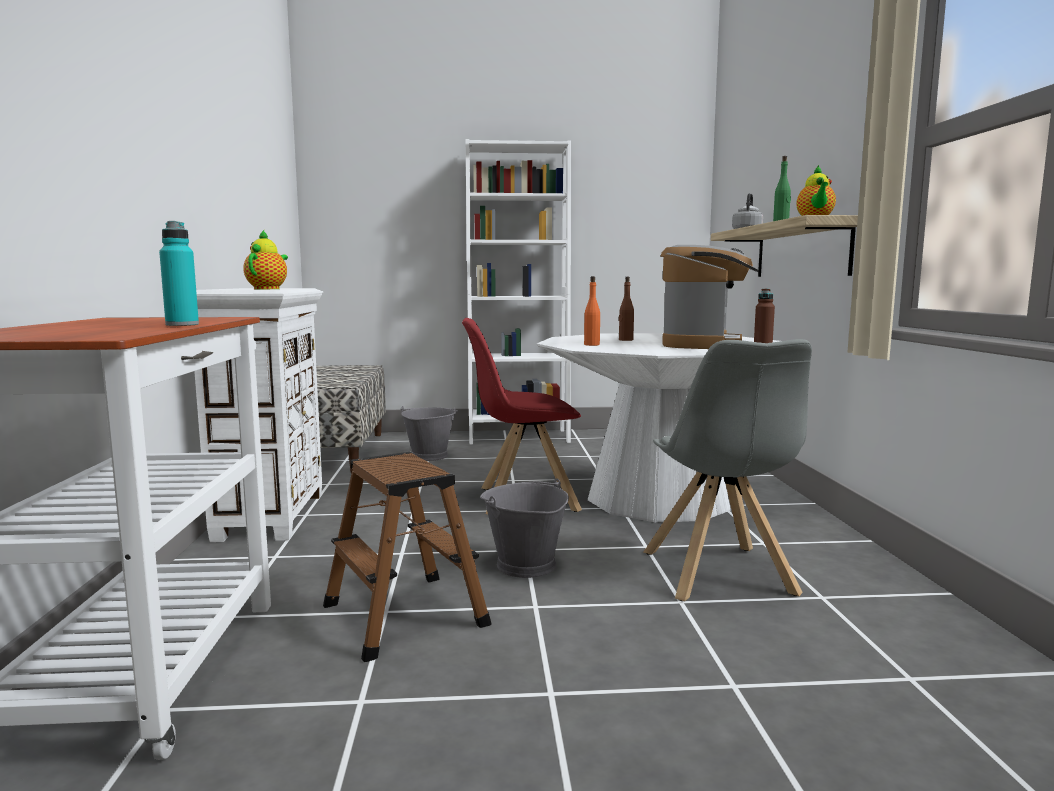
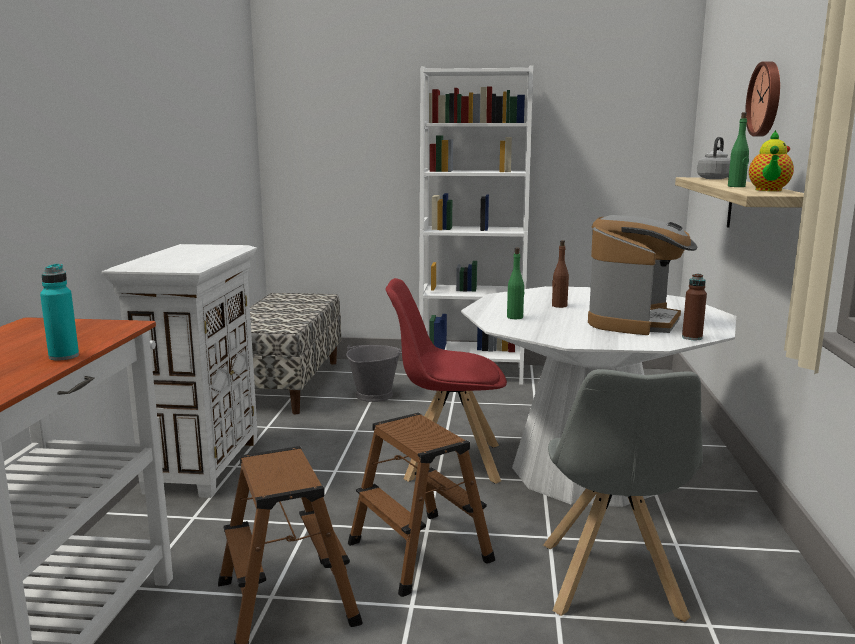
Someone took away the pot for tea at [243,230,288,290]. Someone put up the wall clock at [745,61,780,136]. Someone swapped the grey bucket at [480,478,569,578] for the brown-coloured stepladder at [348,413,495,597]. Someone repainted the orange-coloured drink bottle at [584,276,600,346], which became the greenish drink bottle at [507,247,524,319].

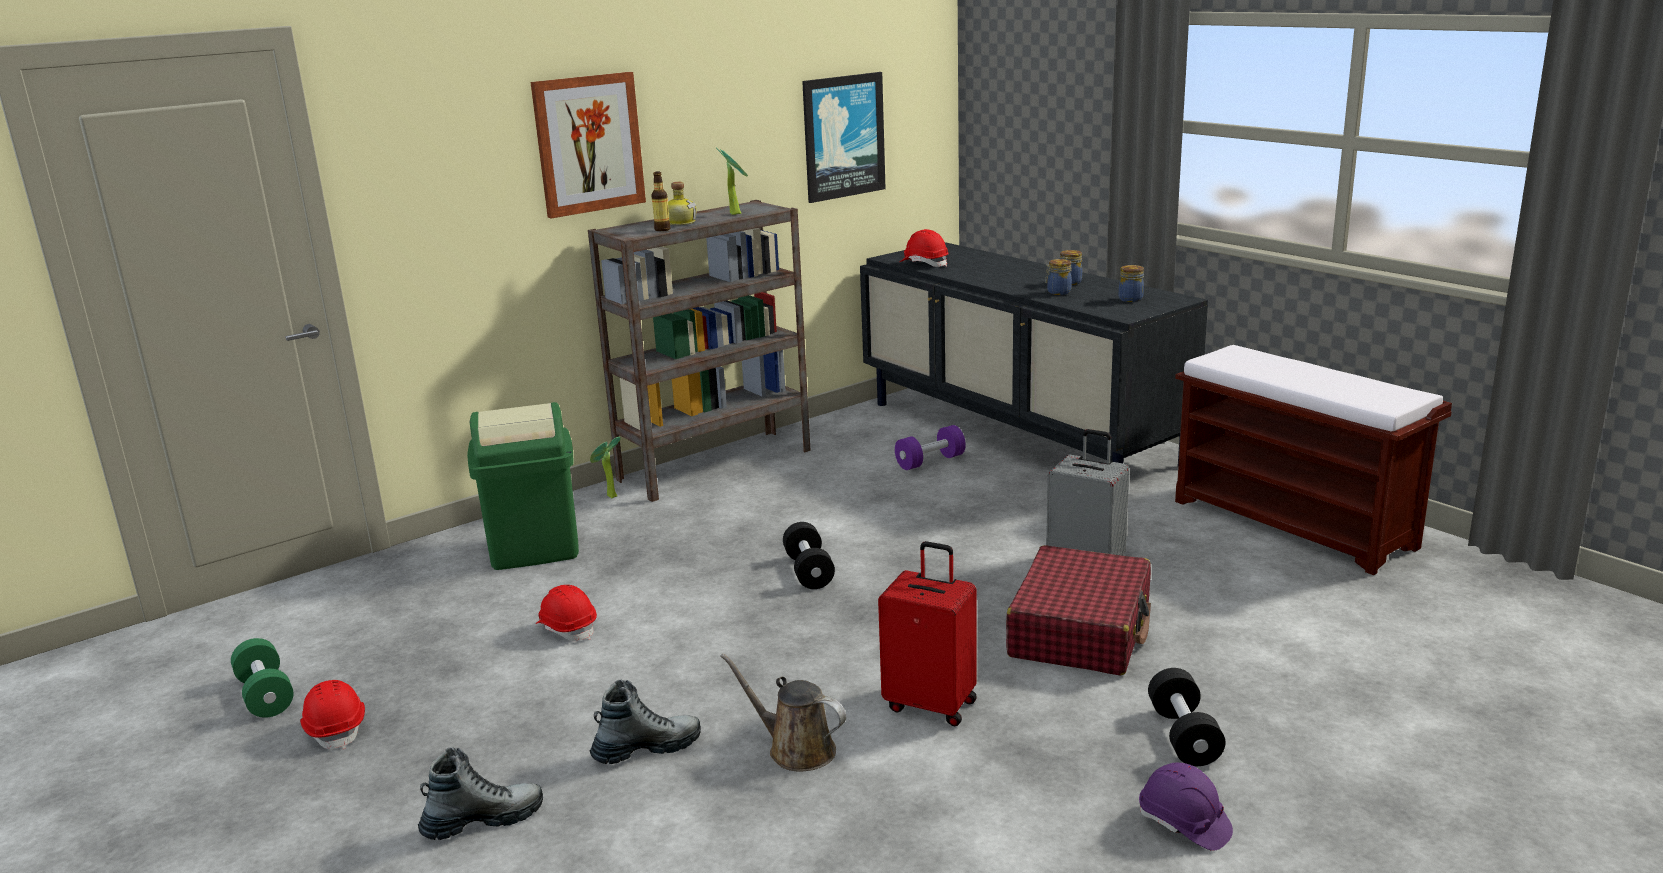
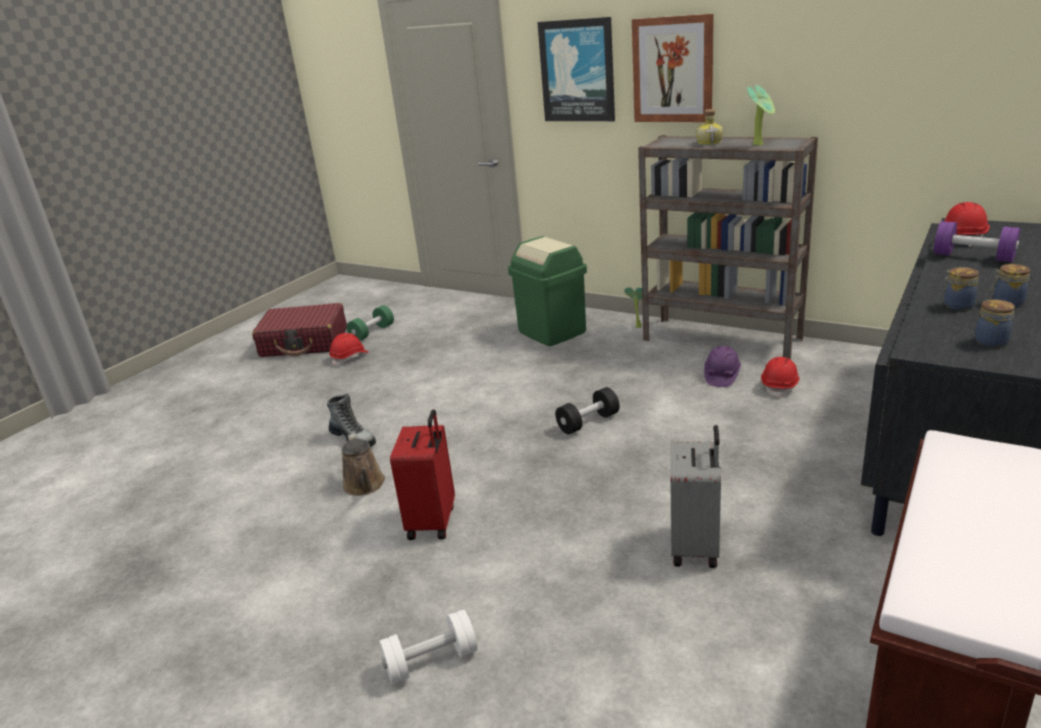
Someone took away the boot at [418,747,543,840]. Someone took away the drink bottle at [651,171,671,231]. Someone carried the red safety helmet from [536,585,597,641] to [761,357,800,398]. Someone carried the wall picture from [802,72,886,203] to [537,17,615,121]. Someone carried the purple-coloured dumbbell from [895,425,966,470] to [934,221,1020,262]. Someone carried the red suitcase from [1006,545,1151,676] to [252,303,347,357]. Someone carried the purple-coloured safety helmet from [1139,763,1233,851] to [704,346,741,387]. Someone repainted the blackish dumbbell at [1148,668,1226,766], which became the white-coloured dumbbell at [379,609,478,684]. Someone rotated the brown-coloured watering pot at [720,653,846,771] by 150 degrees clockwise.

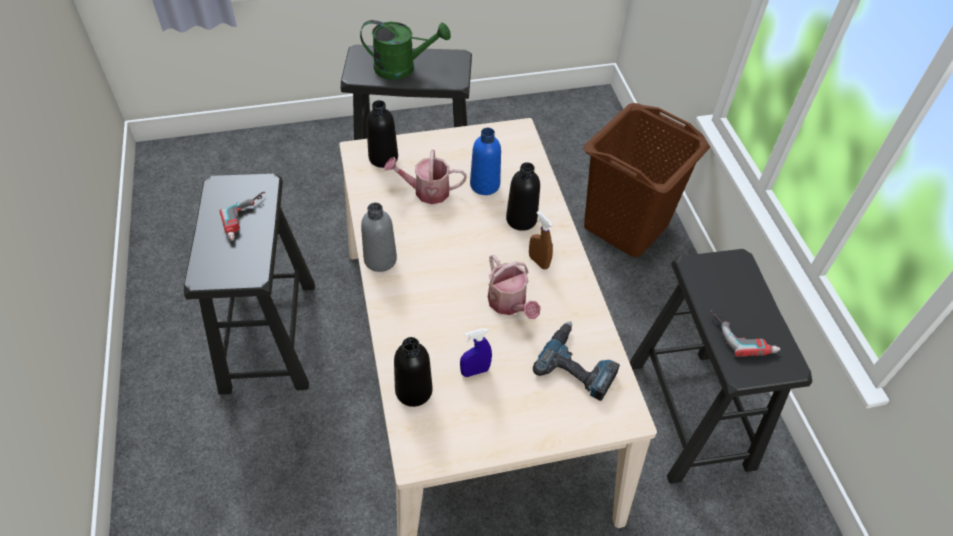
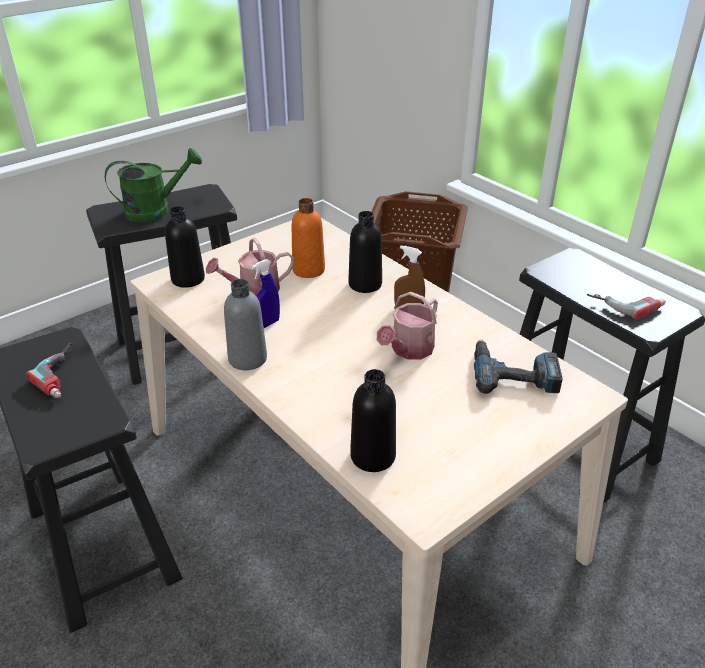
Someone carried the blue-coloured spray bottle from [460,328,492,377] to [252,259,280,328]. Someone repainted the blue-coloured drink bottle at [470,128,501,195], which became the orange-coloured drink bottle at [292,198,325,278]. Someone rotated the watering pot at [488,255,541,319] by 90 degrees clockwise.

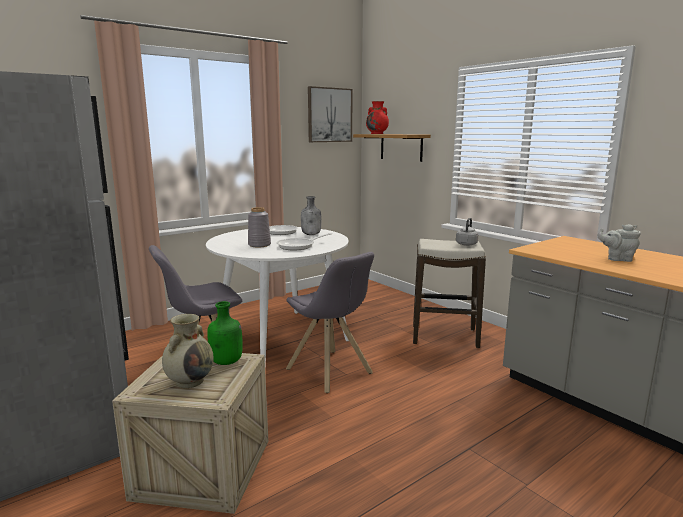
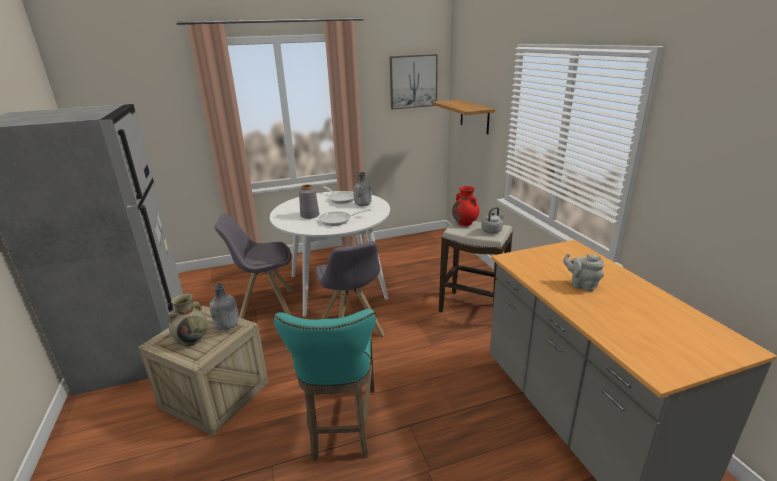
Someone put down the turquoise-coloured stool seat at [273,309,376,461]. Someone carried the red decorative vase from [366,101,389,134] to [452,186,479,226]. Someone repainted the greenish drink bottle at [207,301,243,365], which became the grey drink bottle at [210,284,239,330].

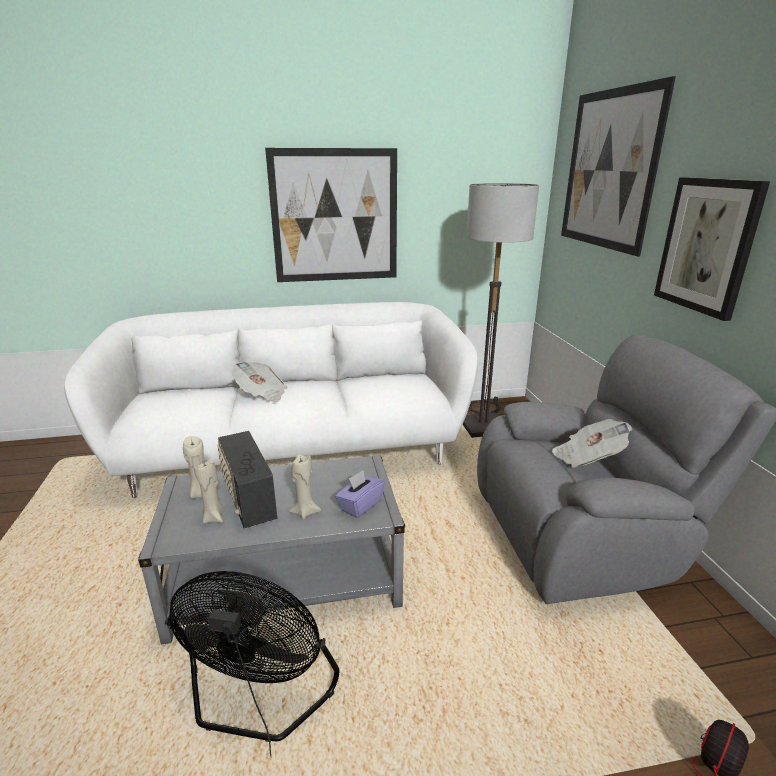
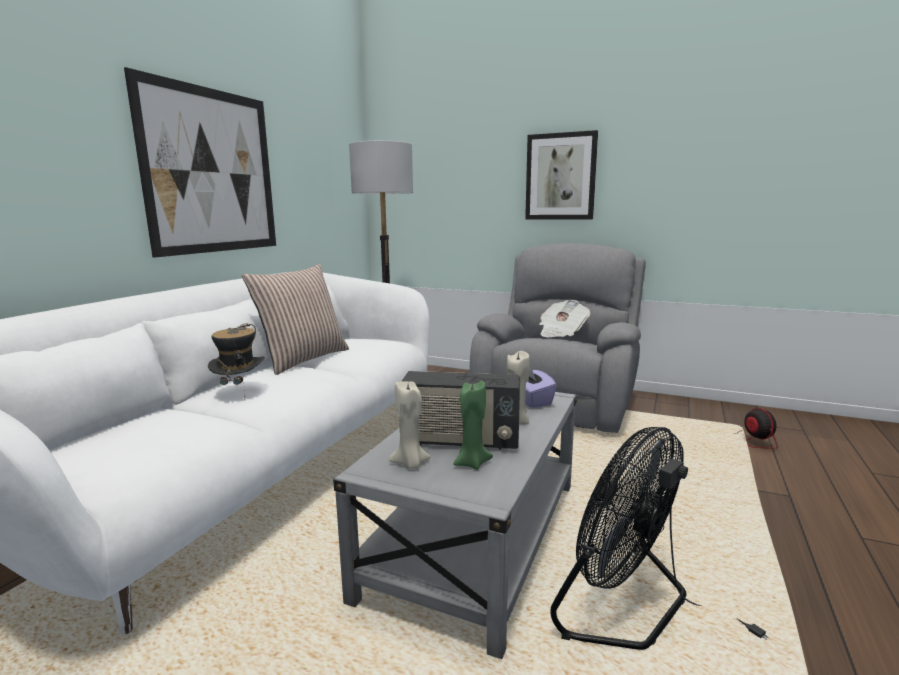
Someone took away the wall picture at [561,76,676,257]. Someone put down the cushion at [242,264,349,375]. Someone swapped the daily paper at [232,361,287,402] for the clothing hat at [208,324,265,399]. Someone repainted the beige wax light at [194,459,225,524], which became the greenish wax light at [453,381,493,470].

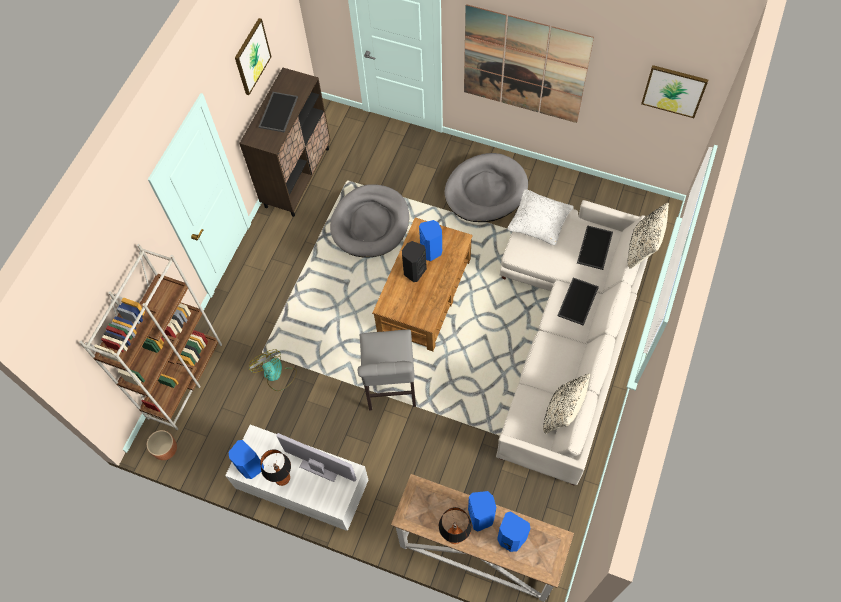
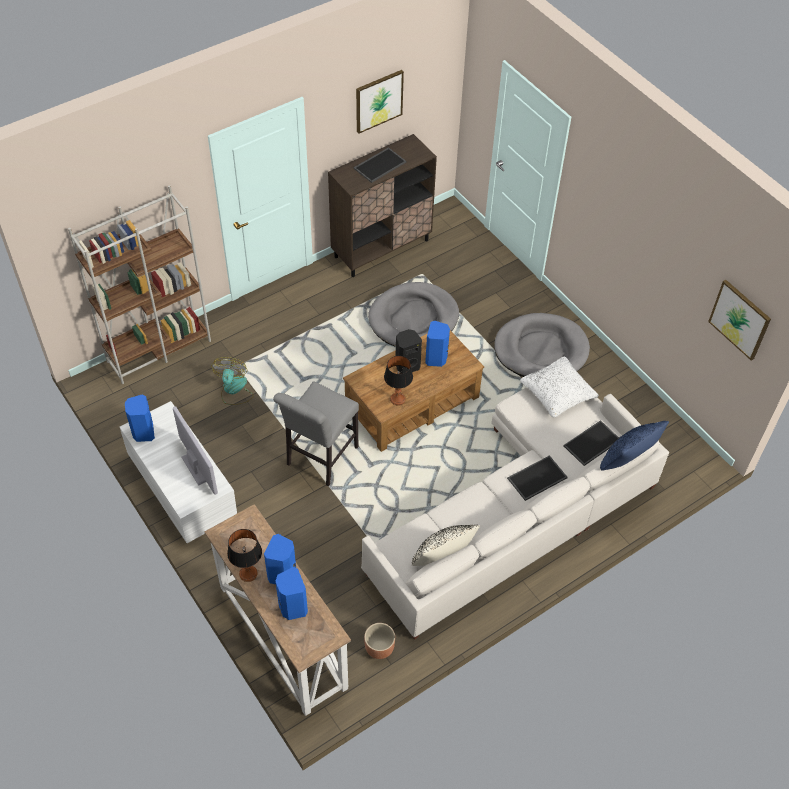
Someone took away the wall picture at [464,4,594,123]. Someone carried the brown-coloured planter from [147,430,177,460] to [364,623,395,659]. Someone carried the tabletop lamp from [260,449,291,486] to [384,356,413,405]. Someone repainted the beige cushion at [627,203,669,269], which became the blue-coloured cushion at [600,421,669,471].

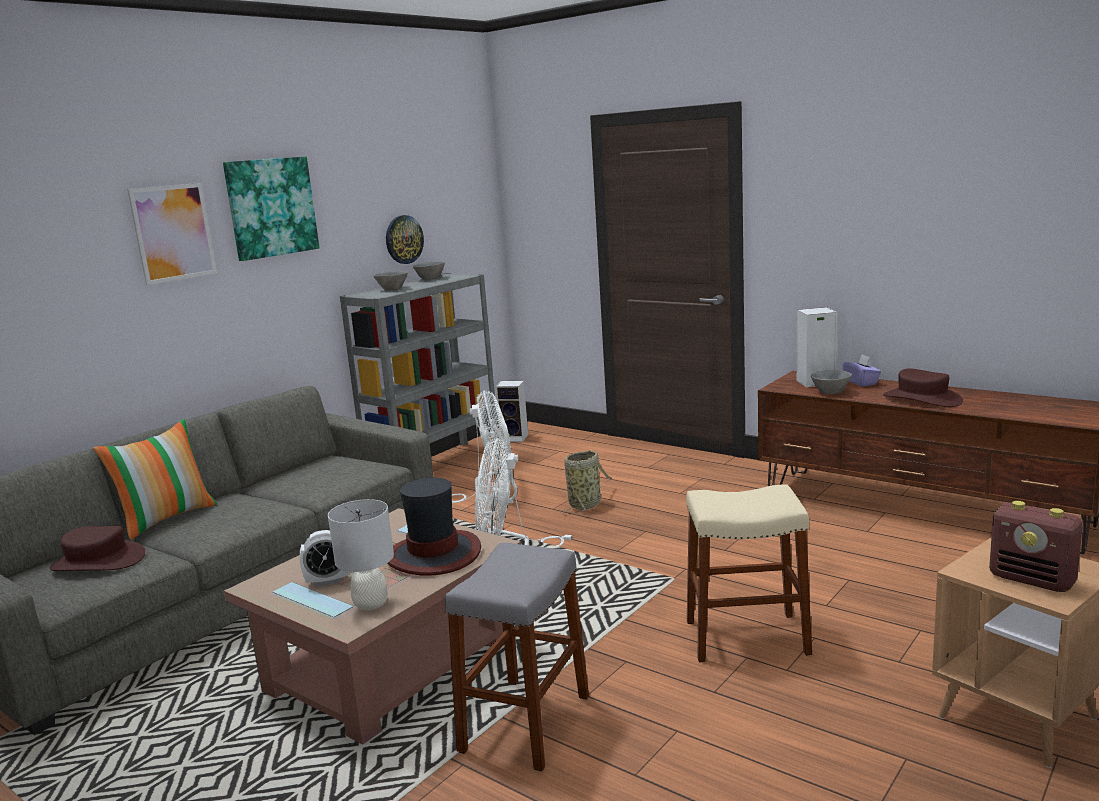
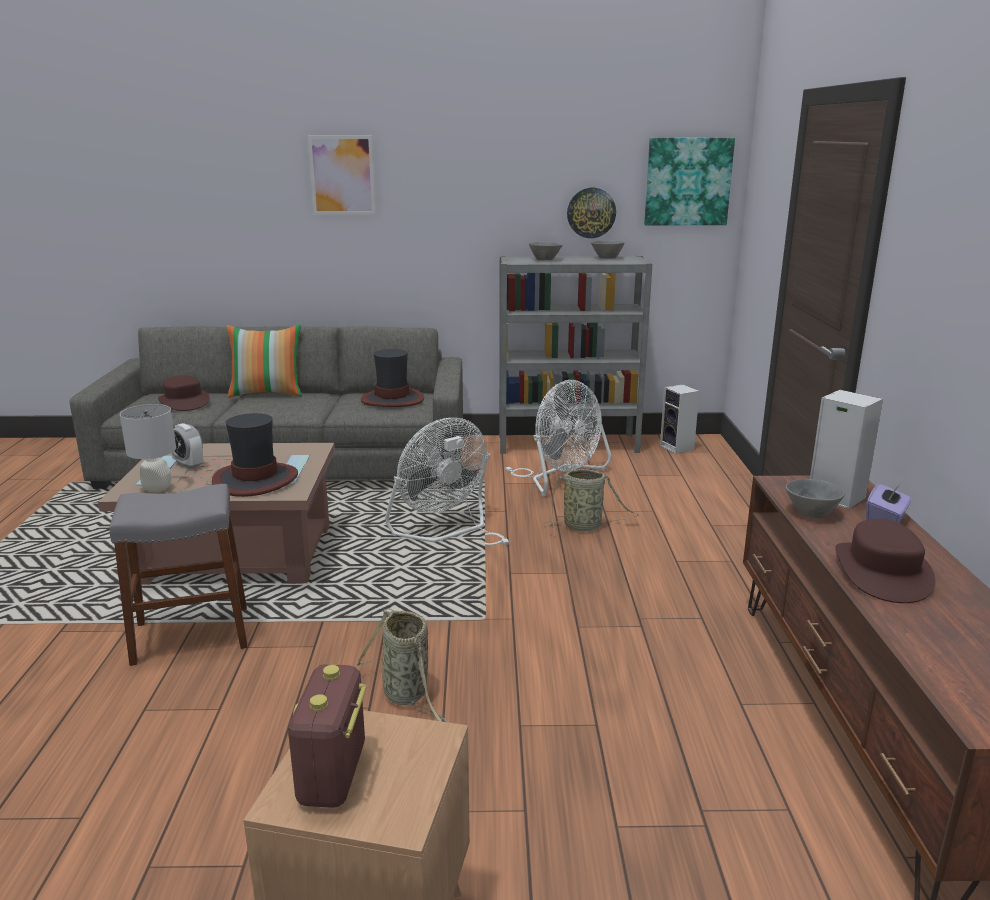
Someone put down the clothing hat at [361,349,424,407]. Someone carried the wall picture from [223,156,319,261] to [644,138,735,225]. Someone swapped the beige stool seat at [686,484,812,662] for the household basket at [355,608,447,722].

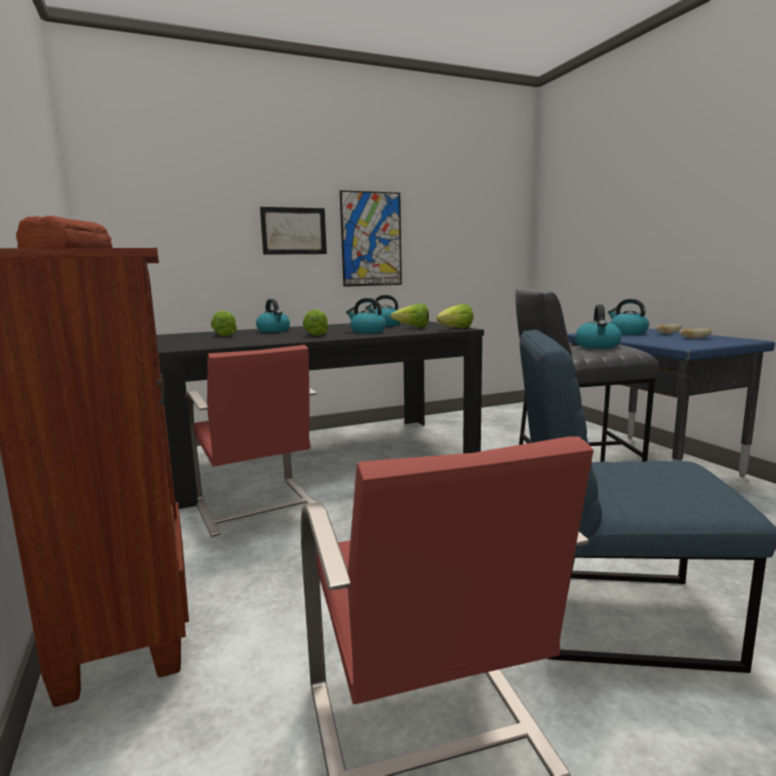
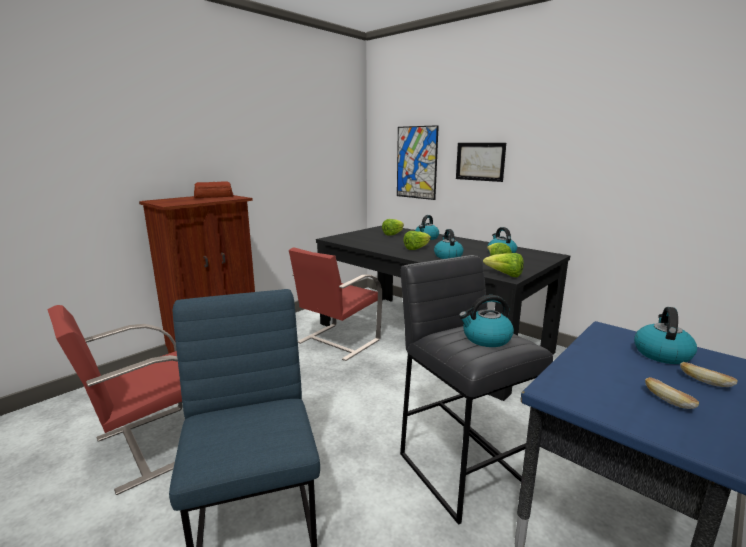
Someone carried the wall picture from [340,190,402,287] to [397,125,439,200].

